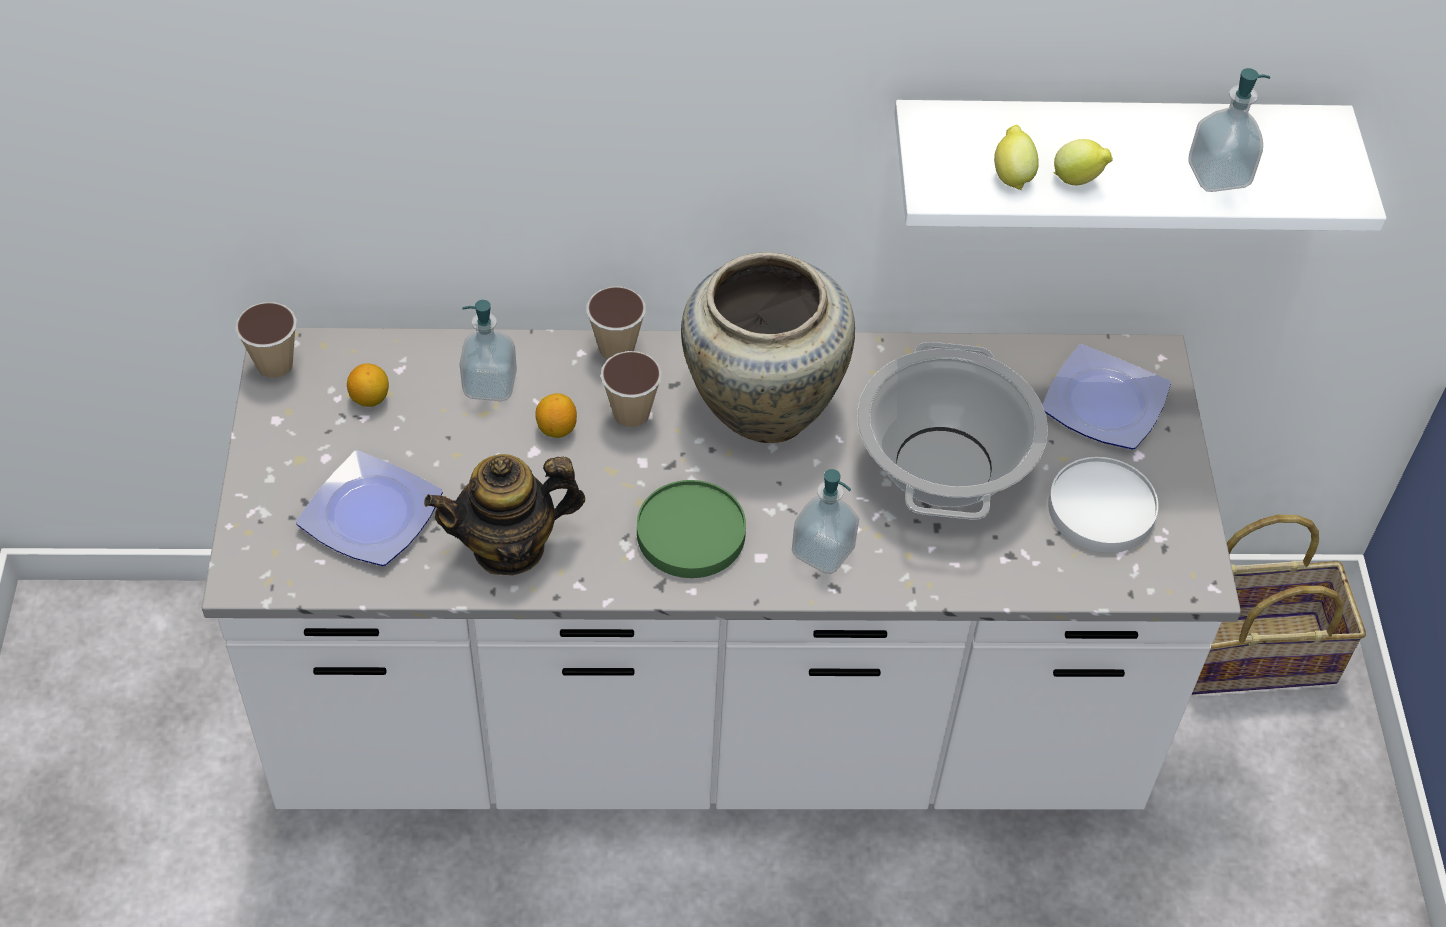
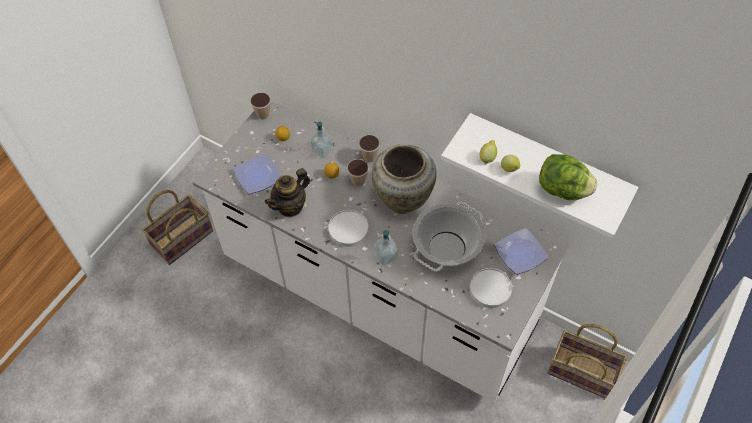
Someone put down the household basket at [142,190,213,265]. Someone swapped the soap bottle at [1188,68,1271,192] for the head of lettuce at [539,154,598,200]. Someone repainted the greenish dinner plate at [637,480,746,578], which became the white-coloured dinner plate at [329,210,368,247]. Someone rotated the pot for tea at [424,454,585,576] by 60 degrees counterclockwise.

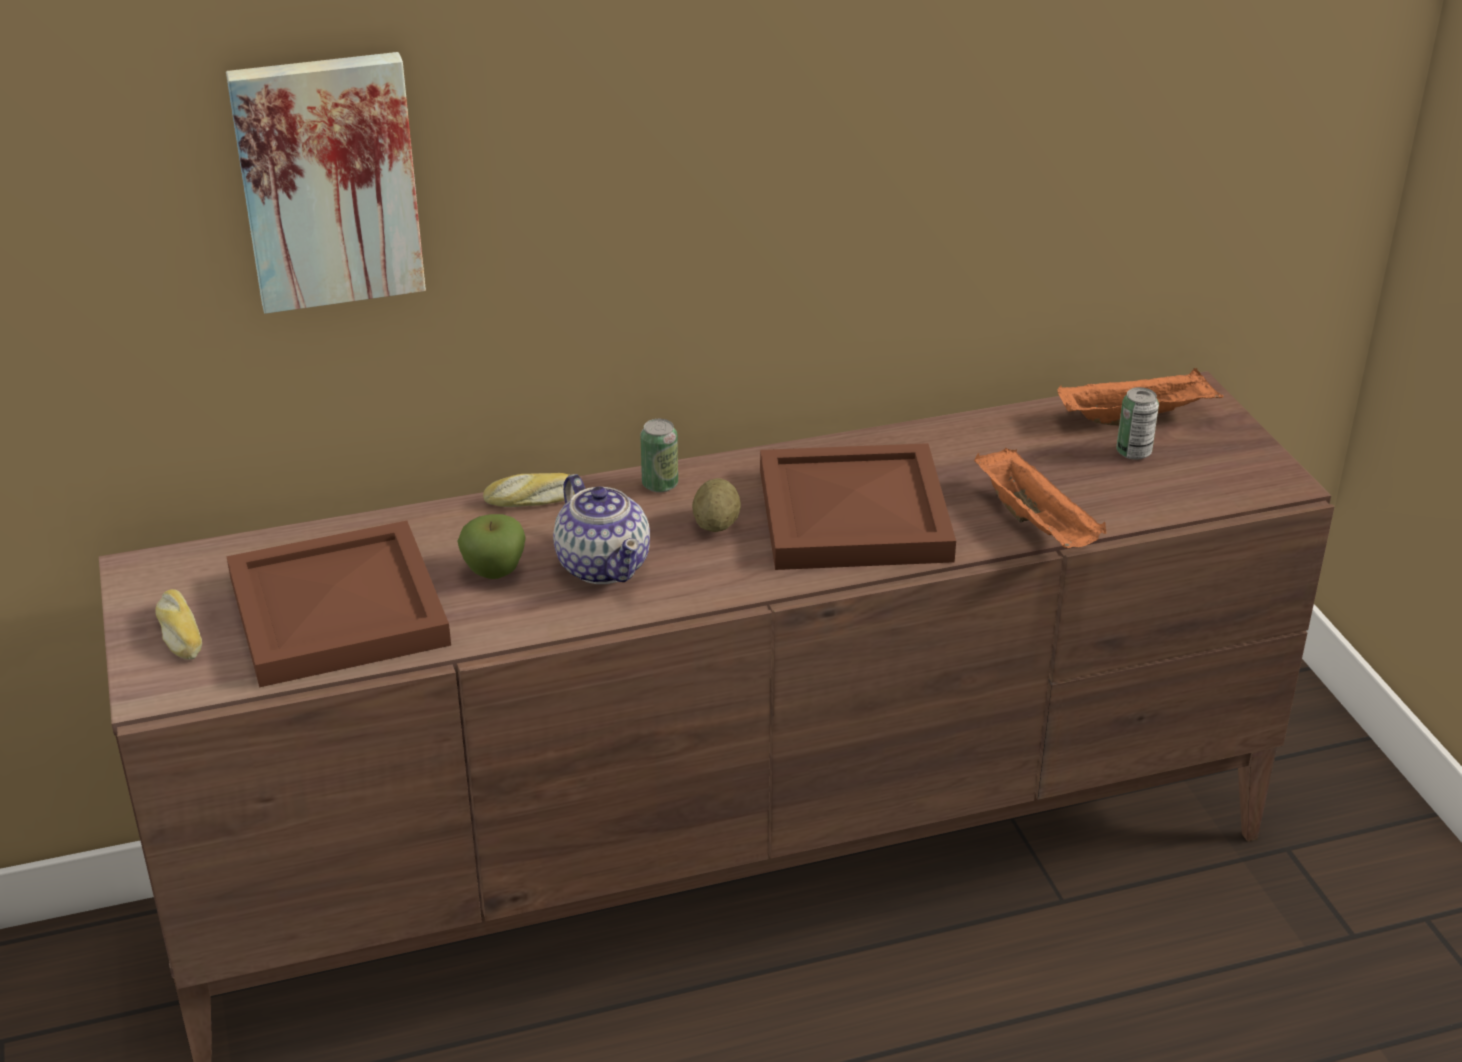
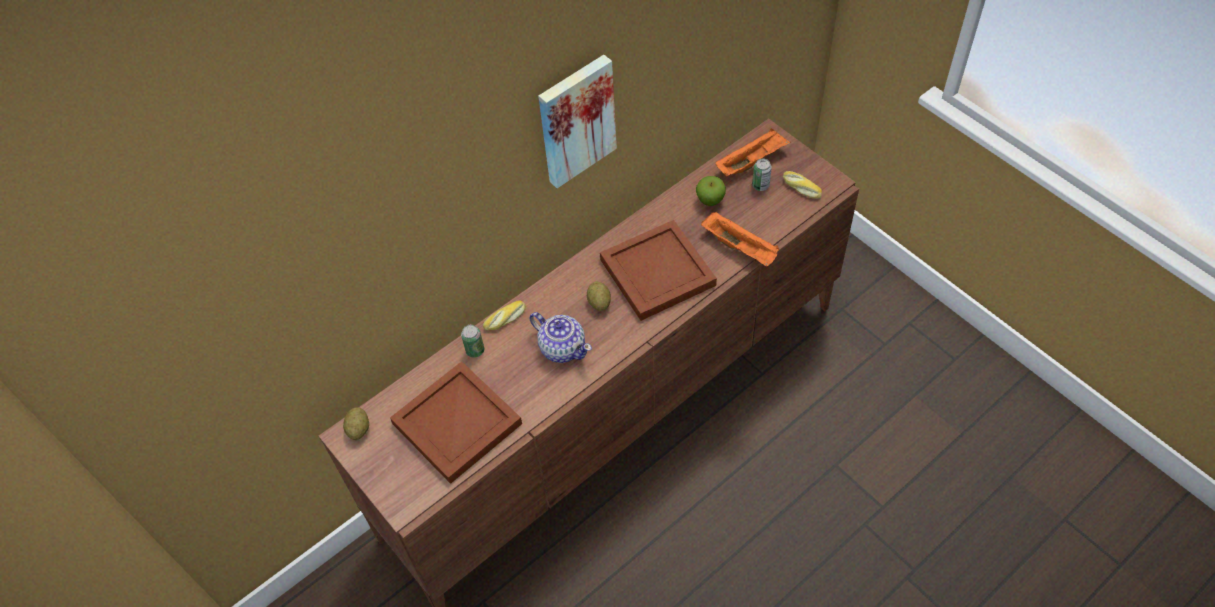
Someone put down the spud at [343,407,369,440]. Someone carried the bread from [155,589,202,660] to [783,171,822,199]. Someone carried the wall picture from [226,52,426,314] to [538,55,617,188]. Someone carried the apple from [457,514,526,579] to [696,176,726,206]. Someone carried the sealed can from [640,419,678,493] to [461,325,484,358].

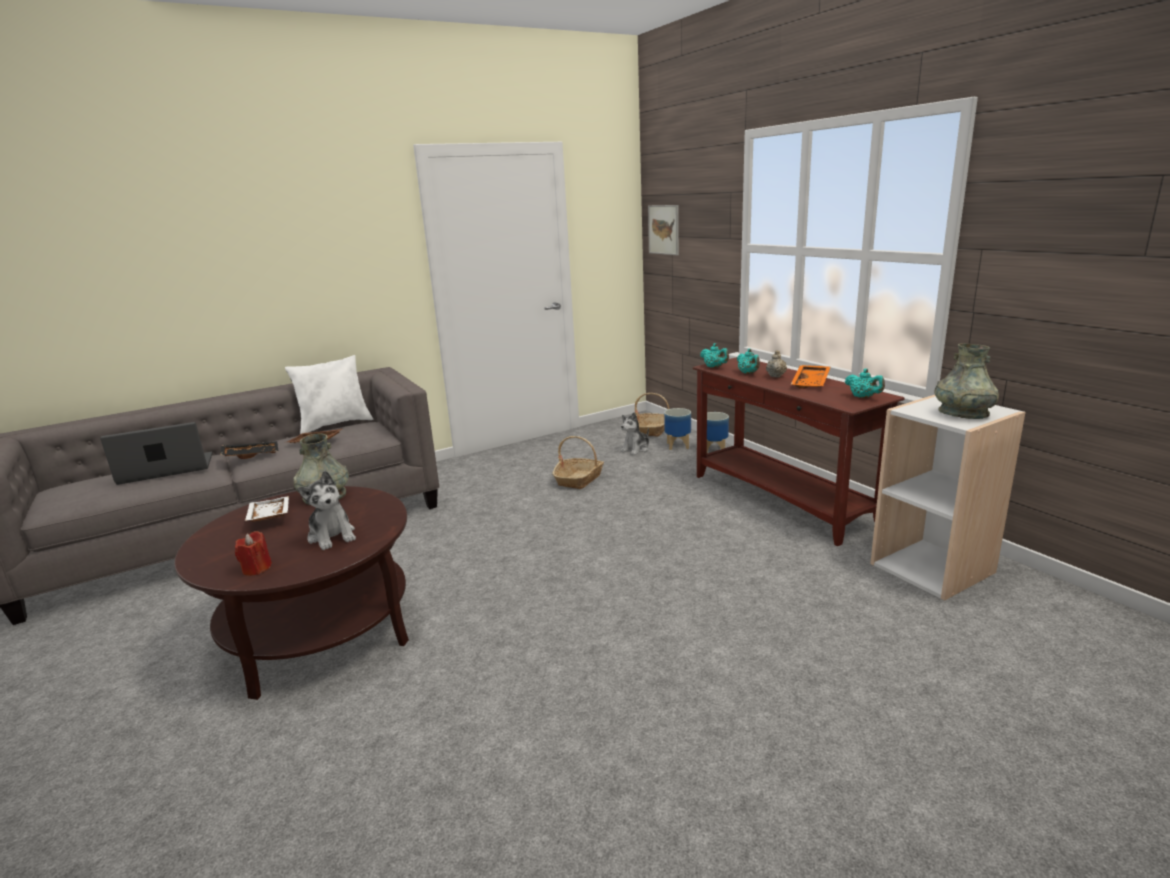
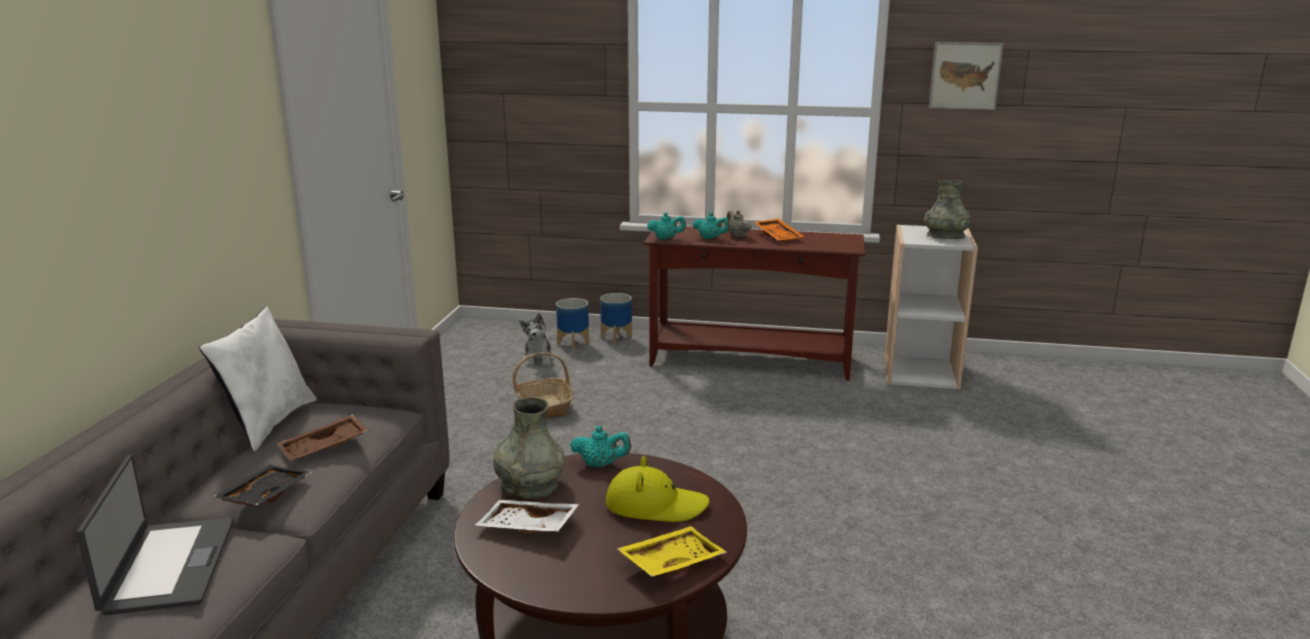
Someone took away the household basket at [635,393,669,437]. Someone carried the wall picture from [648,205,679,255] to [929,42,1004,110]. Someone carried the turquoise-coloured pot for tea from [845,369,885,398] to [570,426,631,467]. Someone swapped the red wax light at [235,531,272,576] for the yellow carrying tray at [617,526,727,577]. Someone swapped the soft toy at [297,471,356,550] for the yellow clothing hat at [606,456,709,522]. Someone rotated the notebook computer at [100,422,212,485] by 150 degrees clockwise.

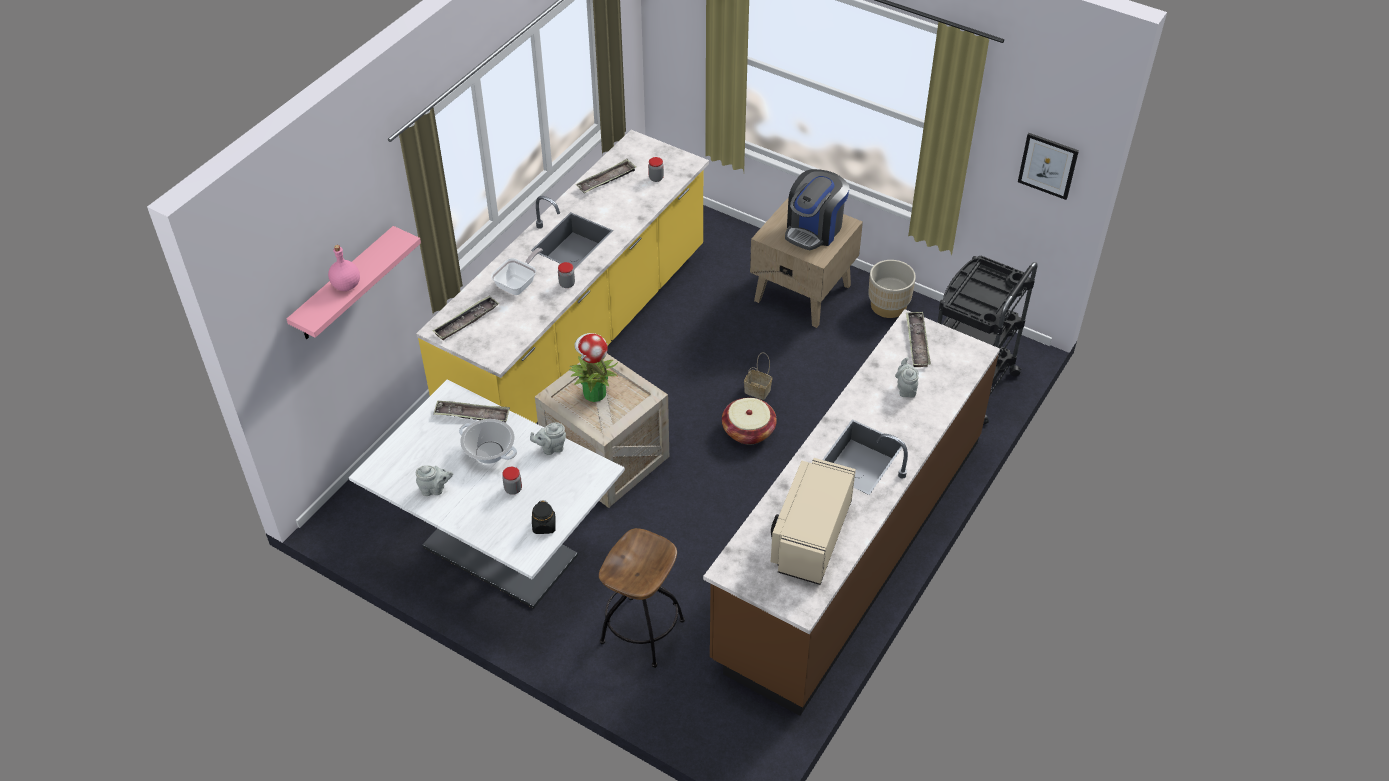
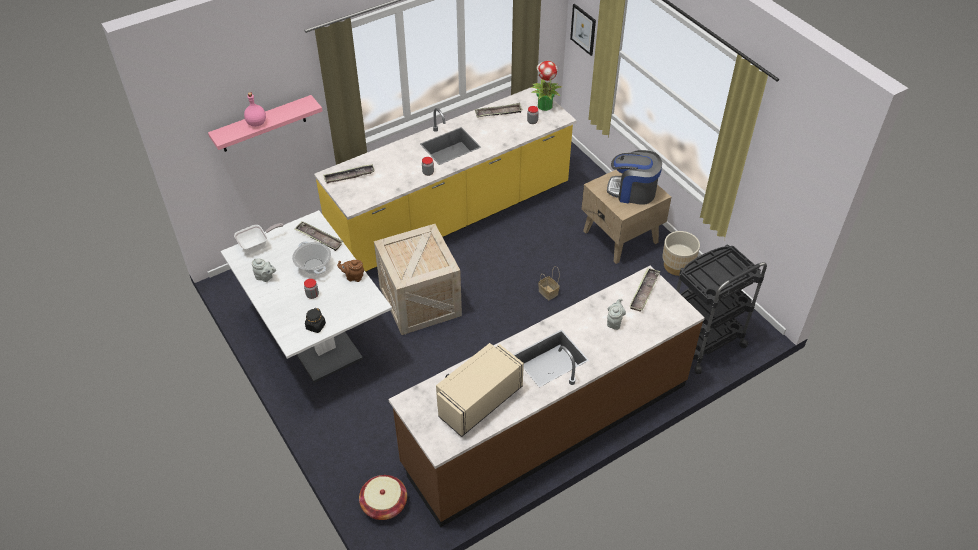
Someone took away the brown-coloured stool seat at [599,528,685,668]. Someone carried the frying pan from [491,248,543,295] to [234,223,283,253]. Someone carried the potted plant from [569,333,618,402] to [531,61,562,111]. Someone carried the household basket from [722,398,777,445] to [359,475,407,520]. Someone carried the wall picture from [1018,133,1079,200] to [570,4,596,56]. Someone repainted the grey pot for tea at [530,423,566,455], which became the brown-coloured pot for tea at [337,260,364,282]. Someone rotated the coffee brewer at [785,169,849,250] by 45 degrees clockwise.

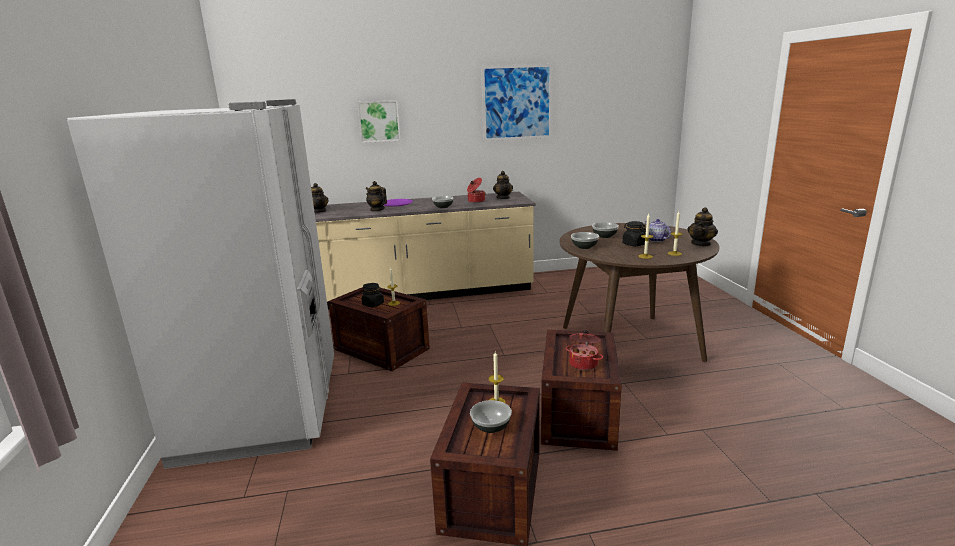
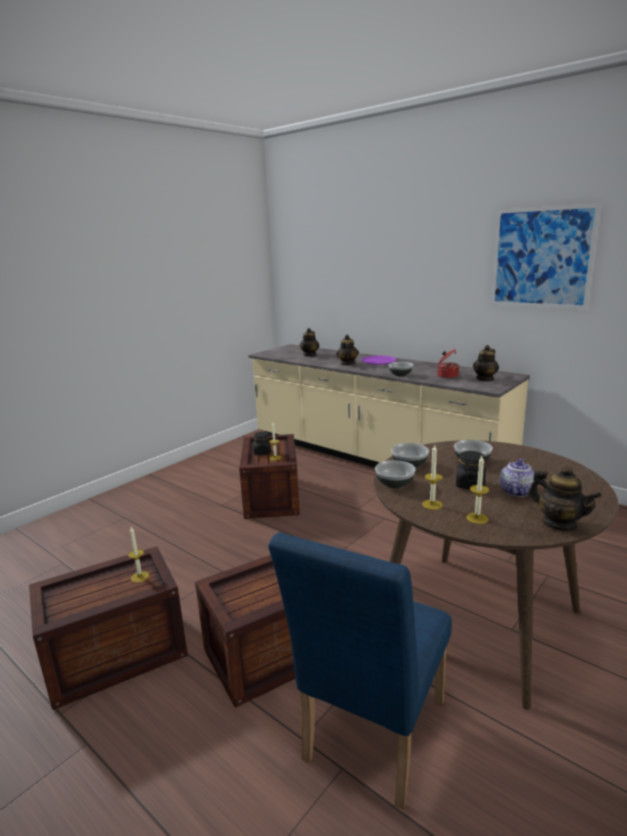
Someone took away the white-coloured kitchen fridge at [67,99,334,469]. Someone took away the wall picture at [357,100,401,143]. Someone took away the stockpot at [566,330,603,370]. Someone put down the blue-coloured chair at [268,532,452,810]. Someone carried the serving bowl from [470,400,512,433] to [375,460,416,488]. Someone rotated the pot for tea at [688,207,718,247] by 120 degrees counterclockwise.

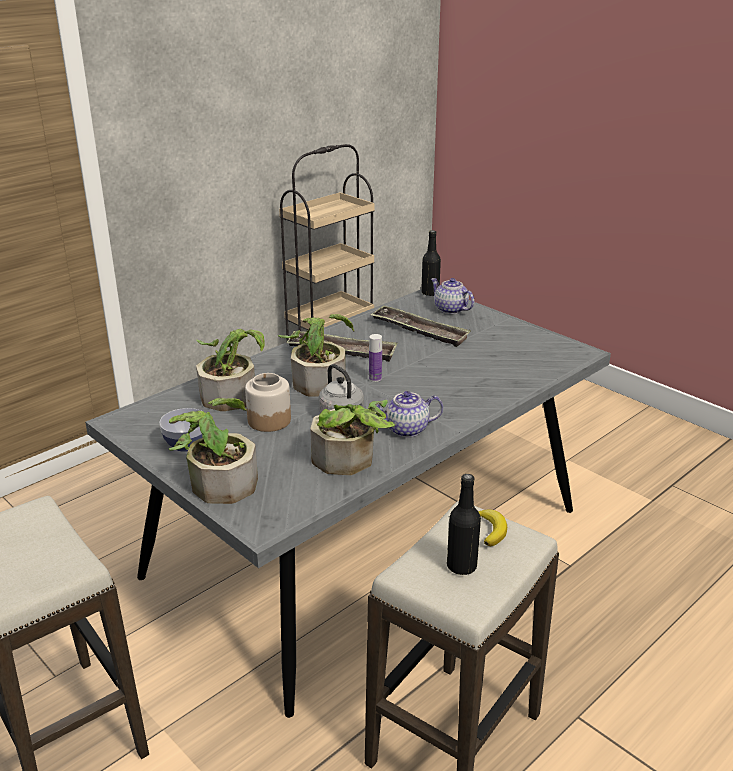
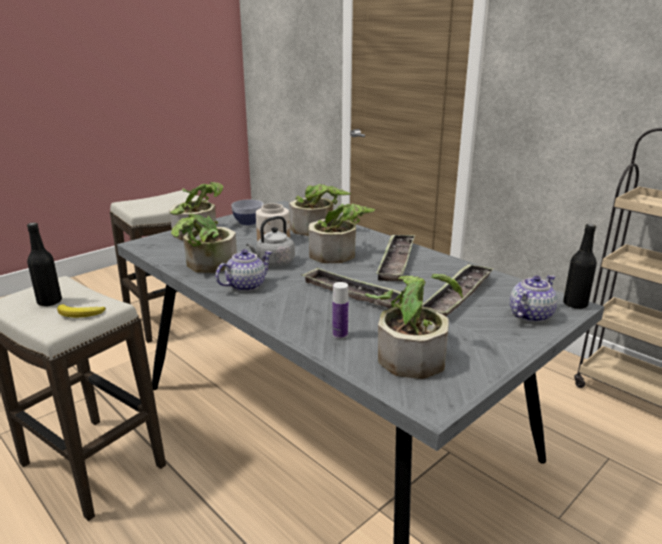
Someone put down the carrying tray at [301,267,404,308]. Someone put down the potted plant at [365,274,463,379]. Someone carried the drink bottle from [369,334,382,382] to [333,282,348,339]. Someone rotated the pot for tea at [376,391,443,437] by 60 degrees clockwise.

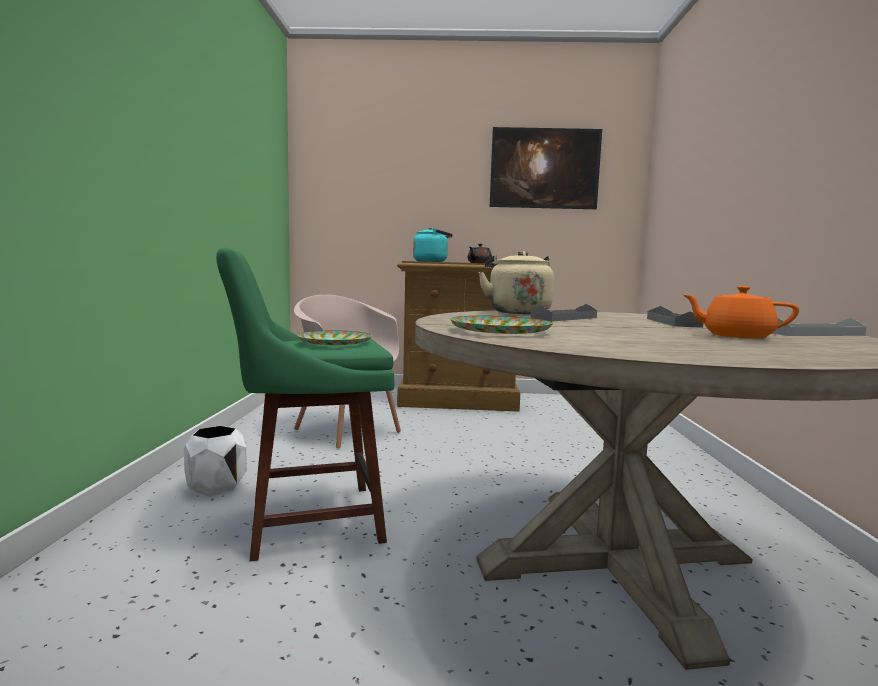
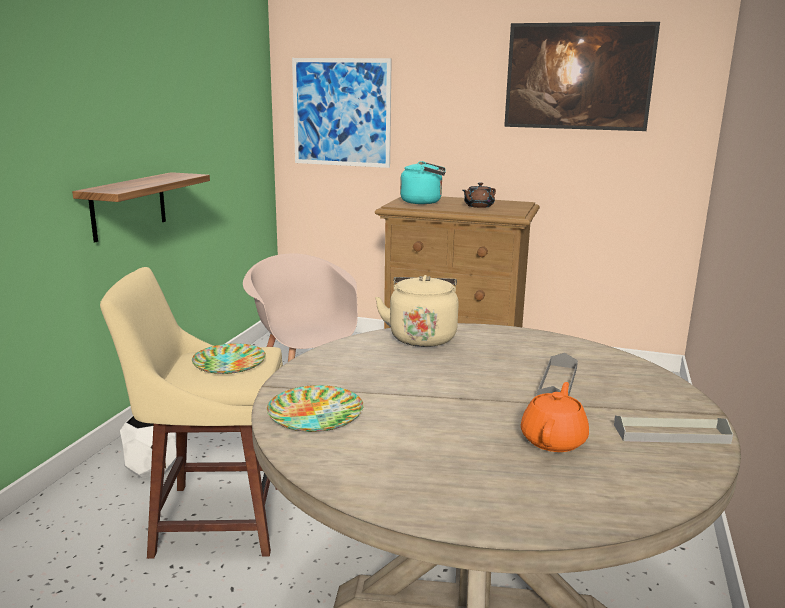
Someone took away the grey carrying tray at [530,304,597,322]. Someone put up the bracket shelf at [72,172,210,242]. Someone put up the wall picture at [292,58,392,168]. Someone repainted the greenish stool seat at [216,248,394,561], which became the beige stool seat at [100,267,283,559]. Someone rotated the orange-coloured pot for tea at [682,286,799,339] by 75 degrees clockwise.

